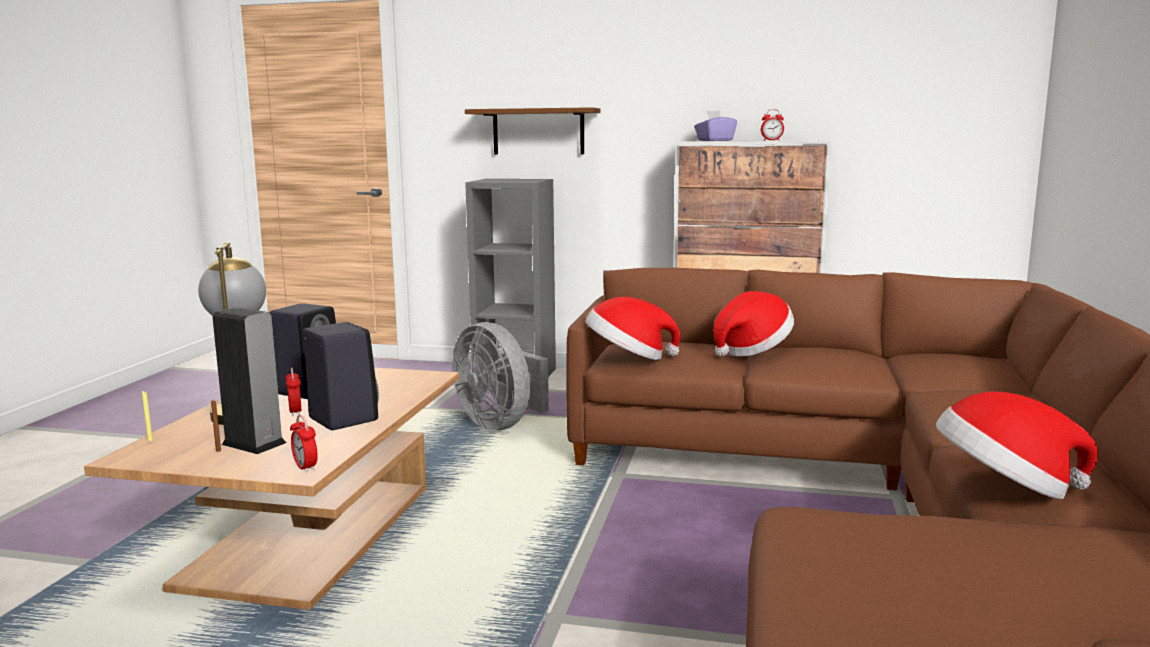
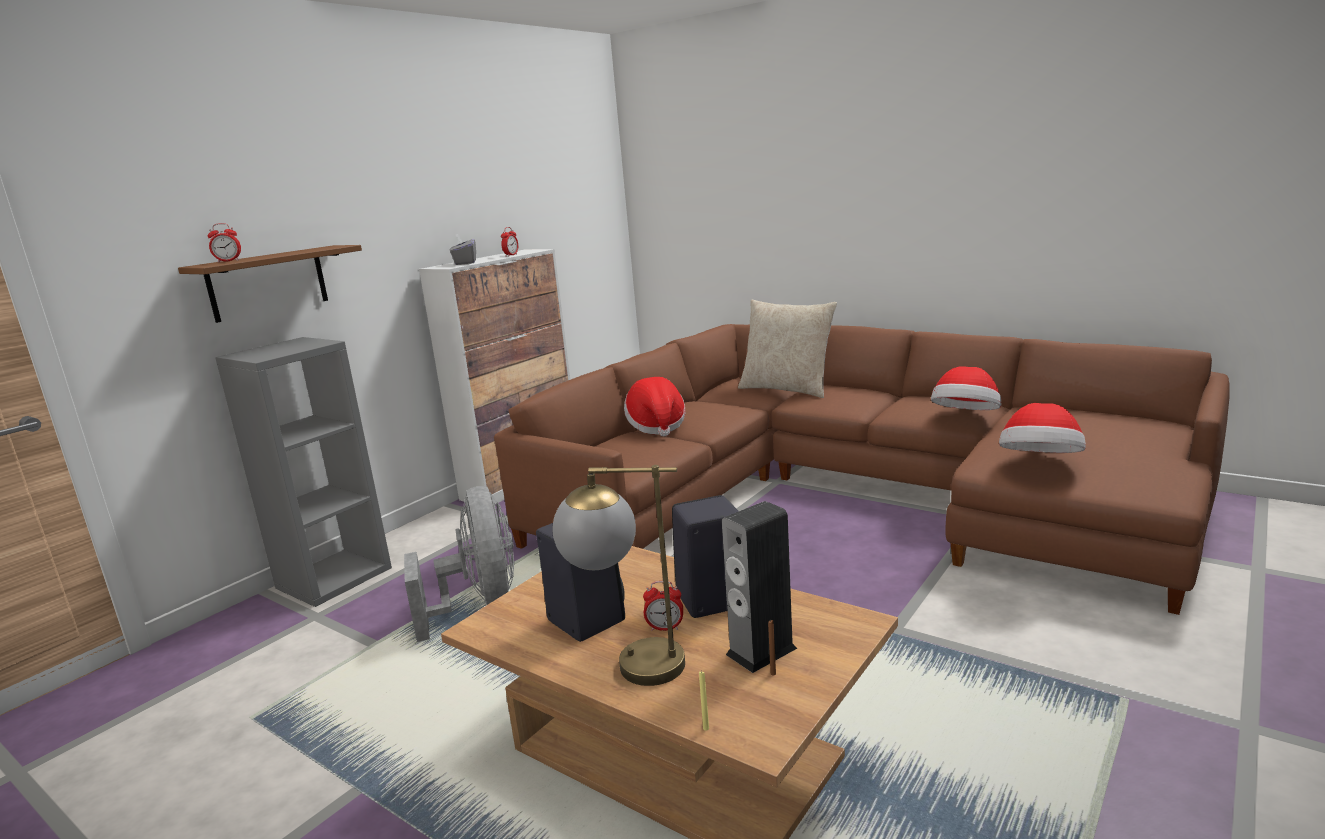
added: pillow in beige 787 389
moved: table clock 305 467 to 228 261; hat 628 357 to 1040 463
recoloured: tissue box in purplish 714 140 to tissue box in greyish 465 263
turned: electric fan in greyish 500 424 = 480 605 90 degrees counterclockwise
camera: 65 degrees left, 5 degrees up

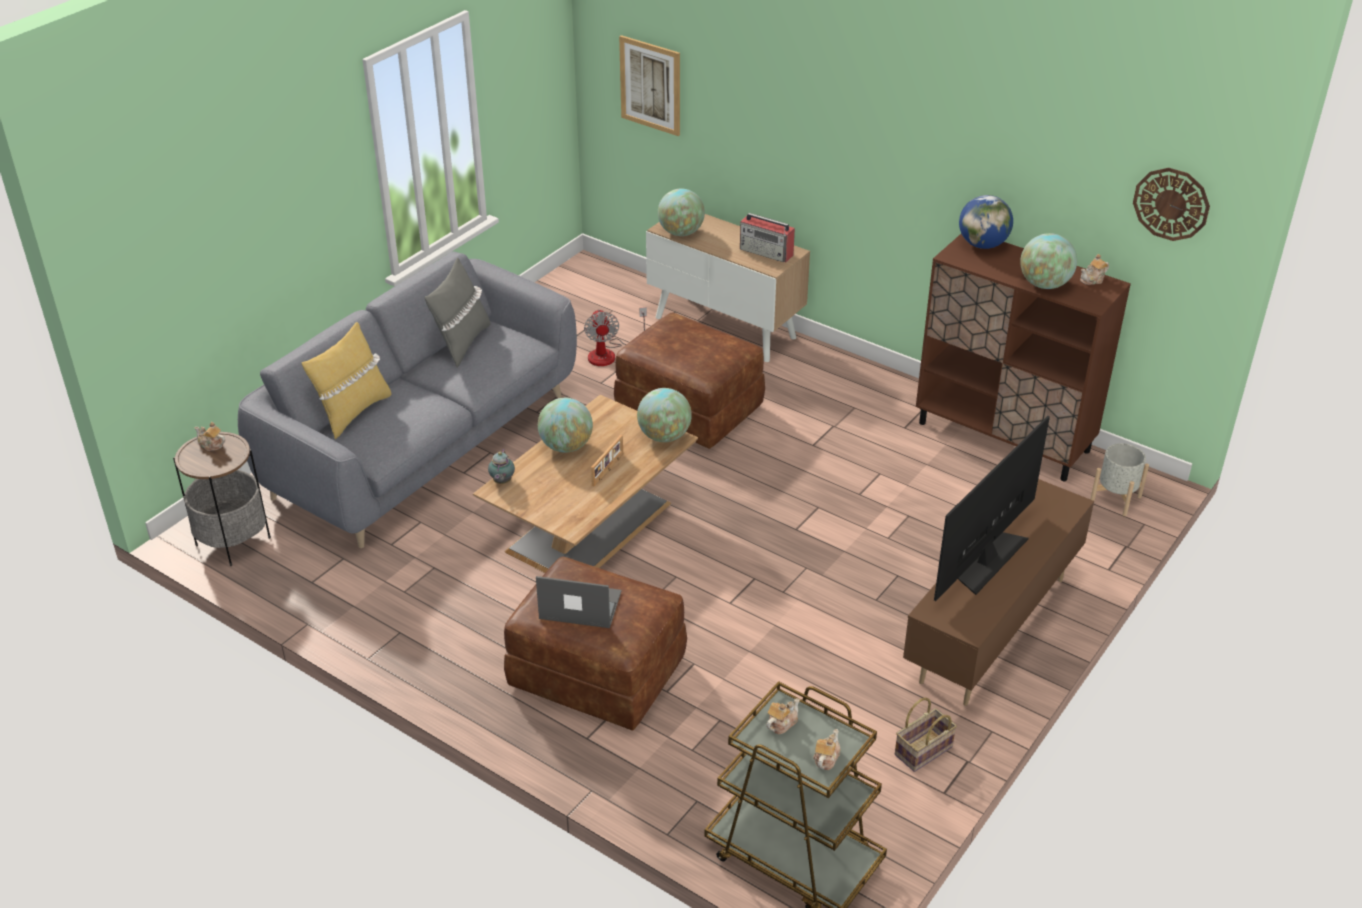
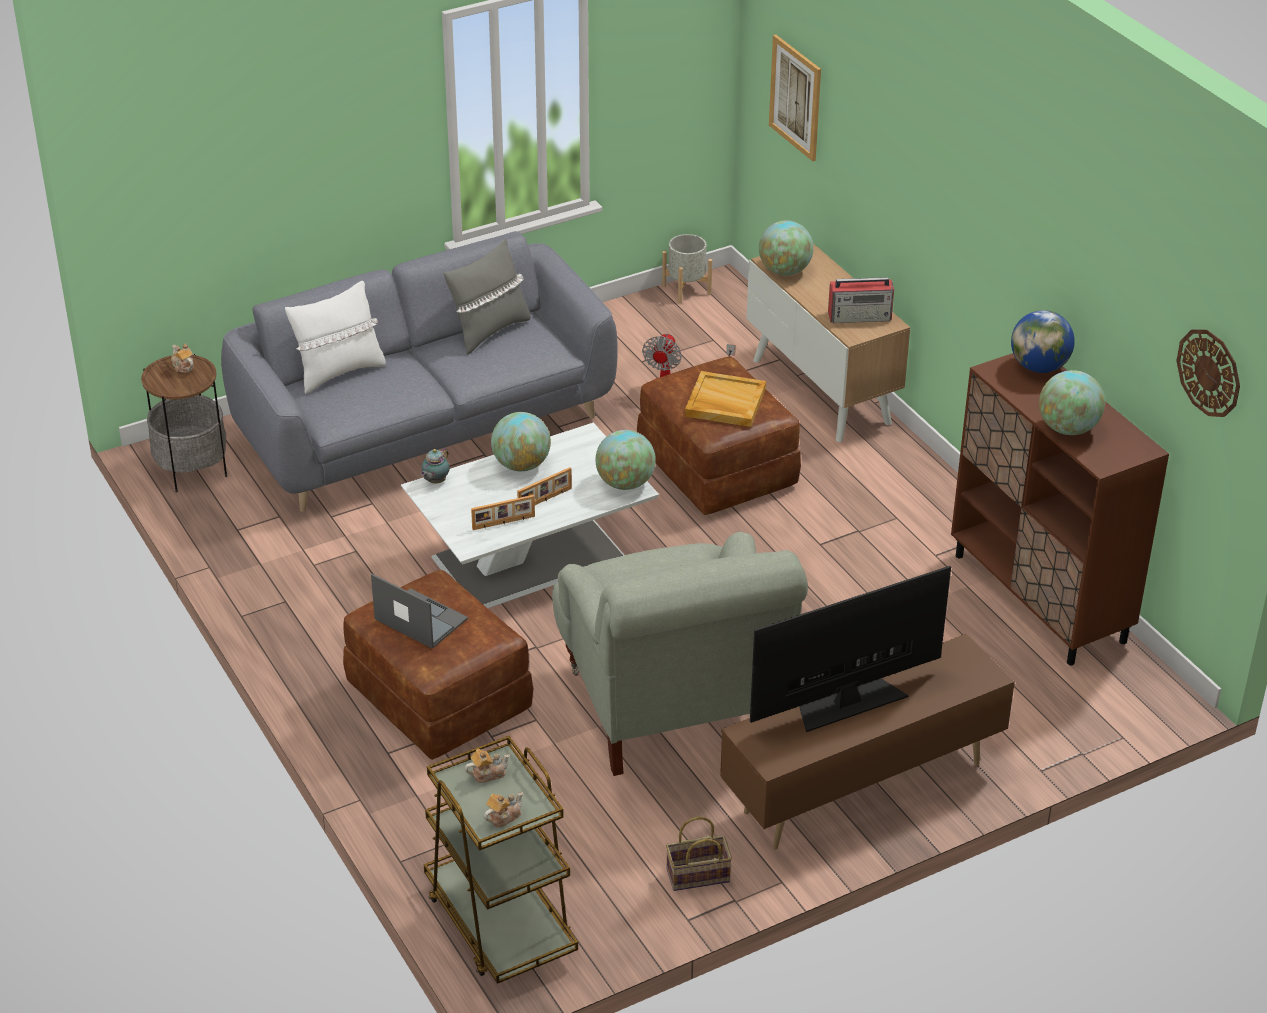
removed: pot for tea 1093 280
added: photo frame 504 523; armchair in greyish 672 707; tray in beige 724 402
moved: flower pot in greyish 1115 499 to 686 289
recoloured: pillow in yellow-coloured 353 412 to pillow in white-coloured 339 372; coffee table in brown-coloured 591 525 to coffee table in white-coloured 532 556
turned: radio 766 252 = 860 316 60 degrees counterclockwise
camera: 25 degrees right, 0 degrees up

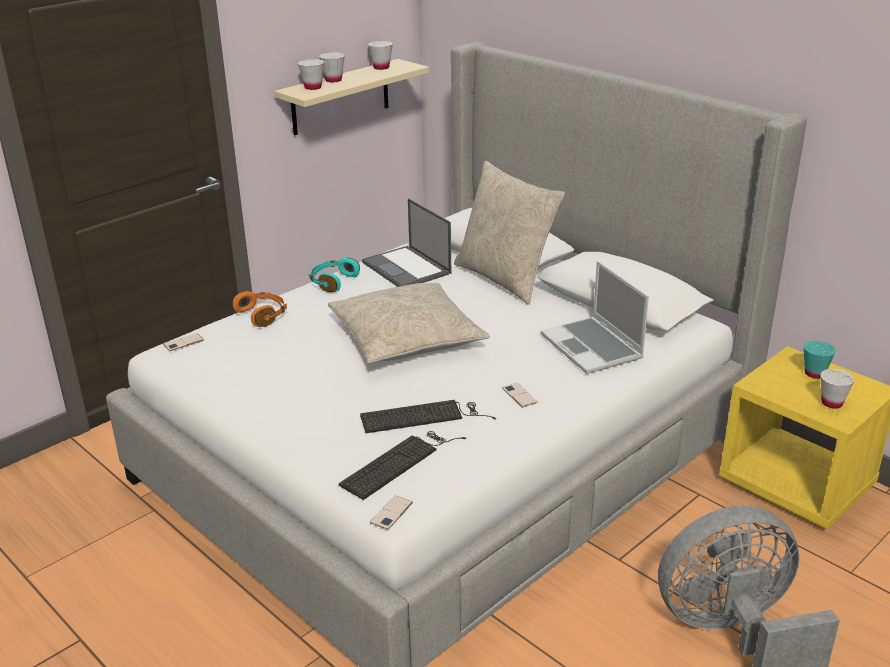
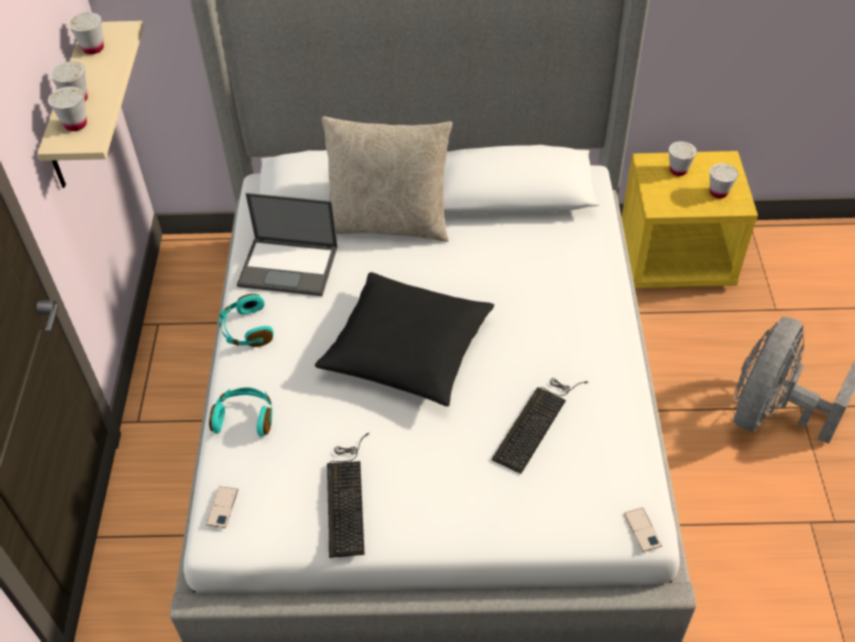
removed: handset 519 395; portable computer 593 347
moved: PC keyboard 400 462 to 347 496
recoloured: pair of headphones in orange-coloured 262 315 to pair of headphones in turquoise 245 418; pillow in beige 406 337 to pillow in blackish 407 349; small cup in turquoise 814 373 to small cup in white-coloured 678 170
camera: 45 degrees left, 20 degrees up

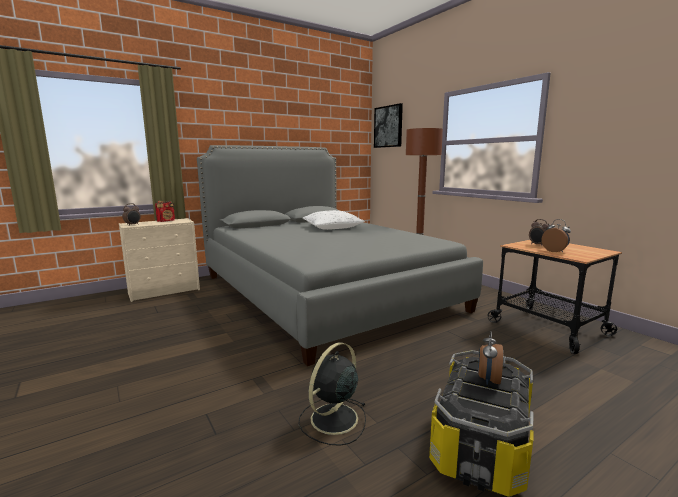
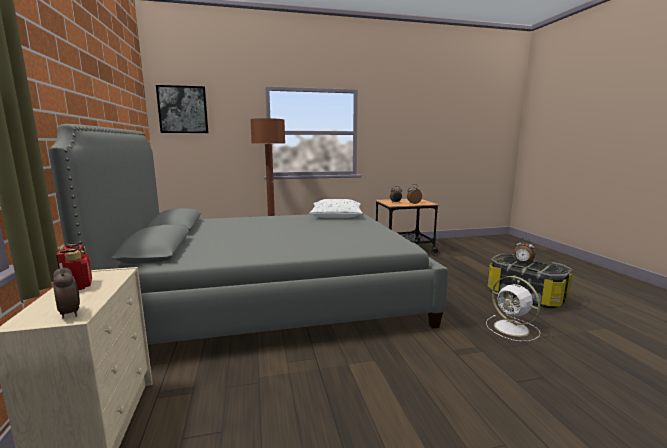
moved: pillow in white-coloured 332 227 to 336 215
recoloured: electric fan in blackish 333 420 to electric fan in white-coloured 513 329
camera: 70 degrees left, 0 degrees up

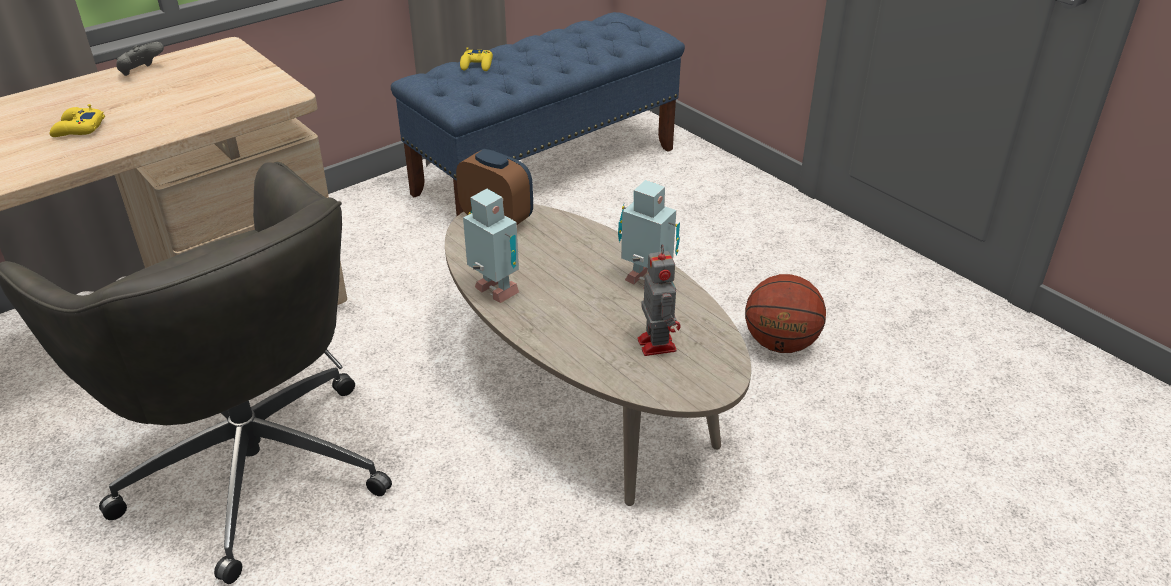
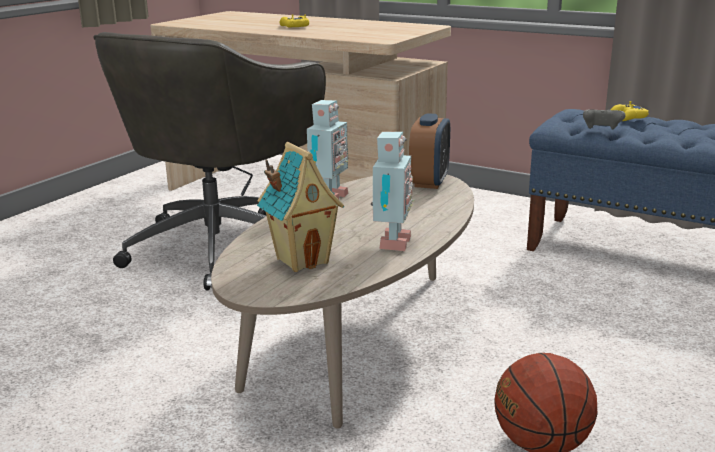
moved: gamepad in greyish 141 72 to 601 130
replaced: robot figure 656 343 to toy house 302 260
camera: 70 degrees right, 15 degrees down

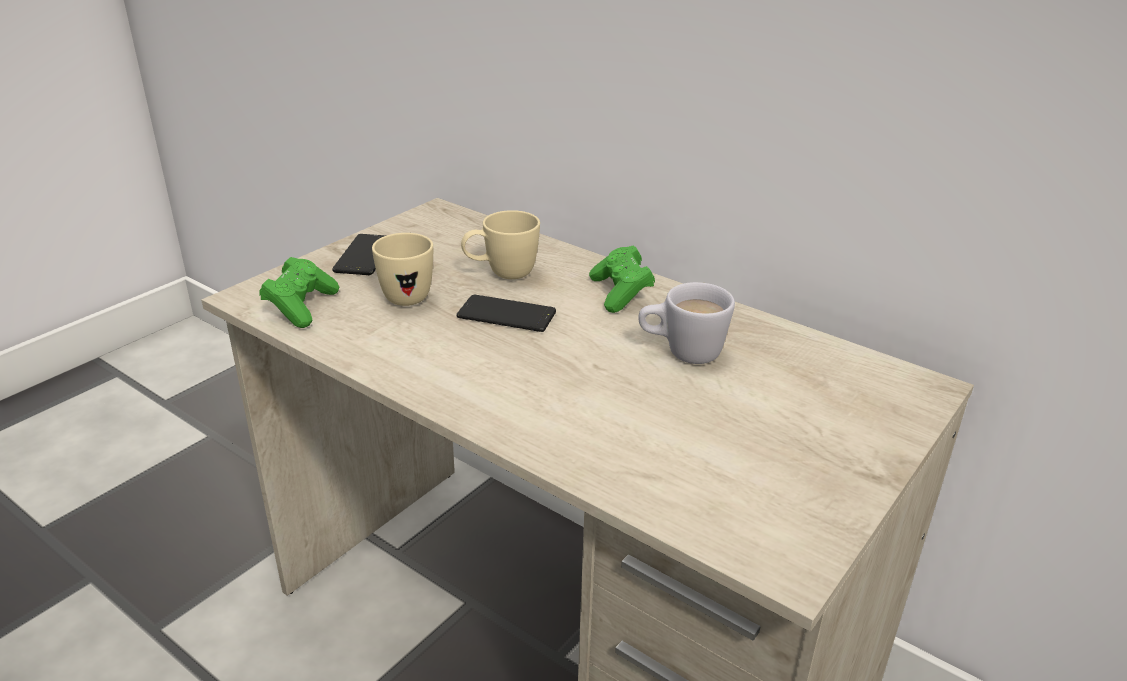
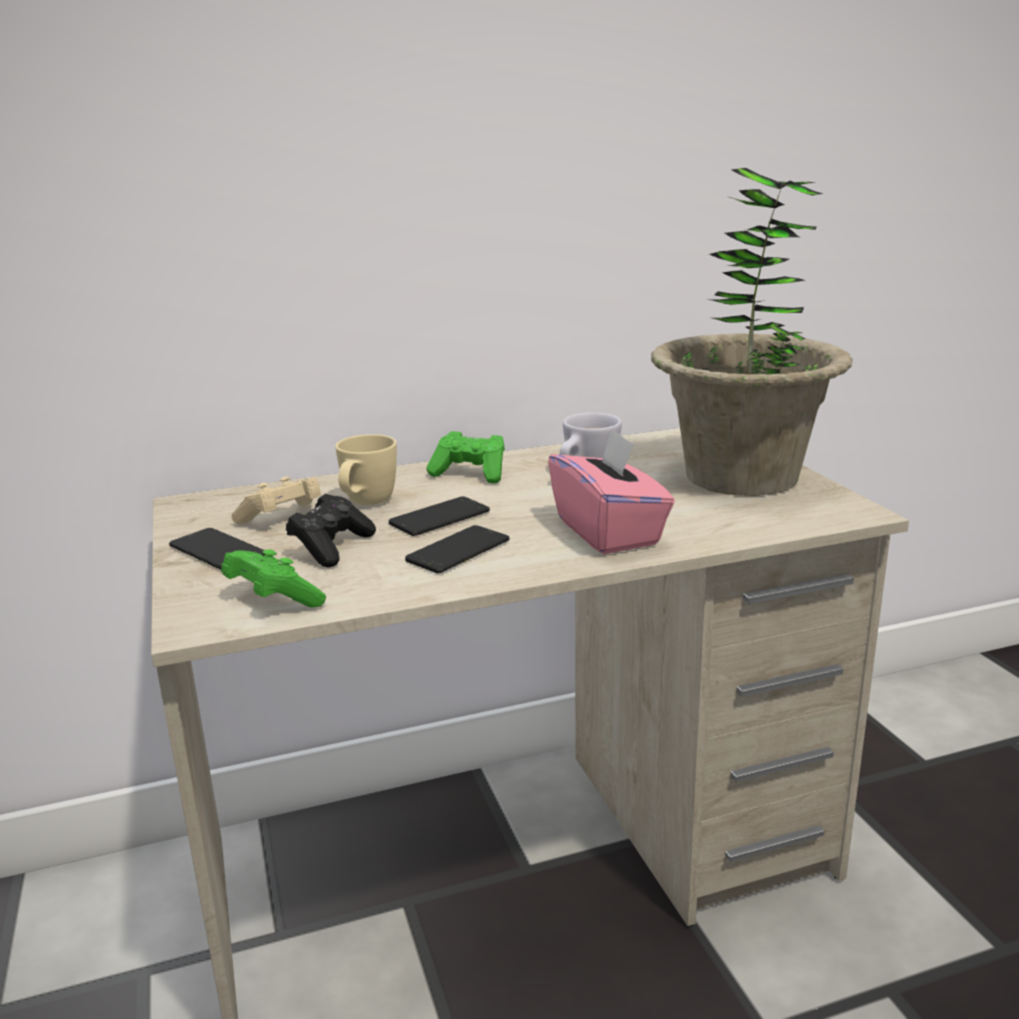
added: gamepad in beige 282 518; handset 458 550; tissue box in pink-coloured 609 532; potted plant 741 477
replaced: coffee mug in beige 406 293 to gamepad in blackish 332 547
camera: 55 degrees left, 10 degrees down

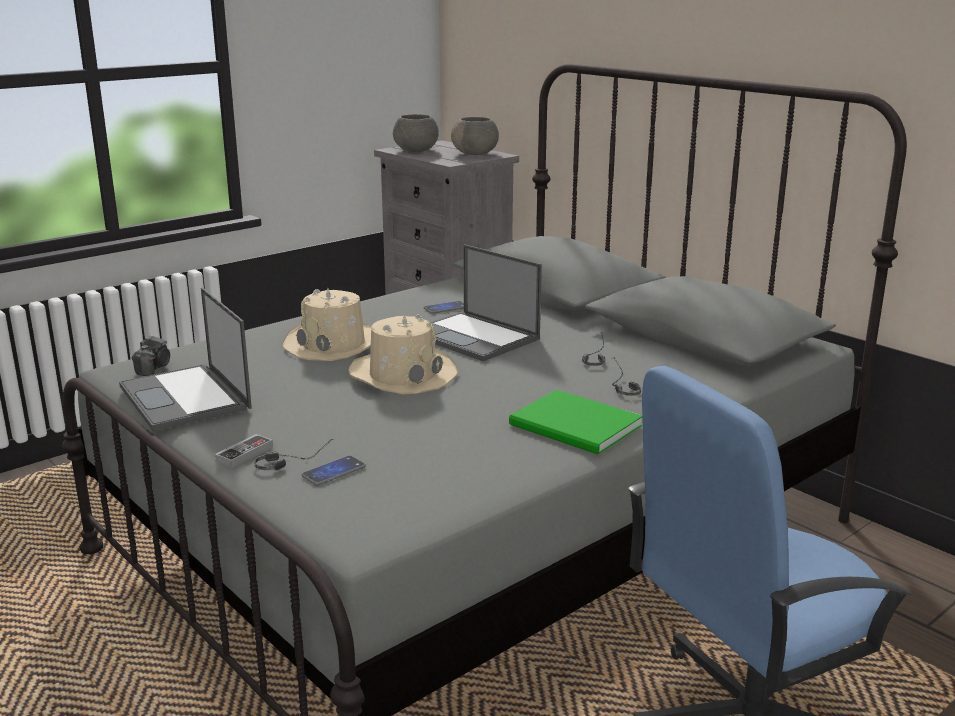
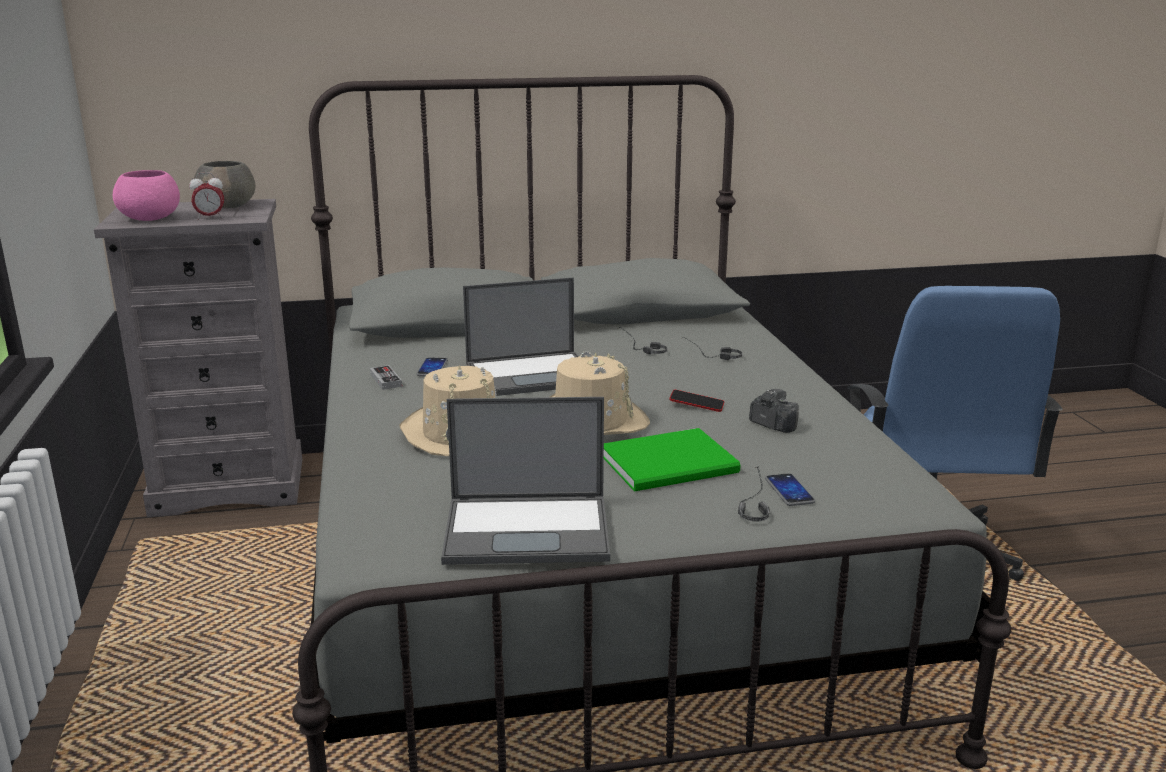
added: table clock 210 218; handset 696 404
moved: still camera 153 368 to 773 425; gamepad 244 454 to 386 380; book in green-coloured 576 427 to 673 464
recoloured: deep dish in greyish 416 150 to deep dish in pink-coloured 151 218
camera: 60 degrees left, 0 degrees up

